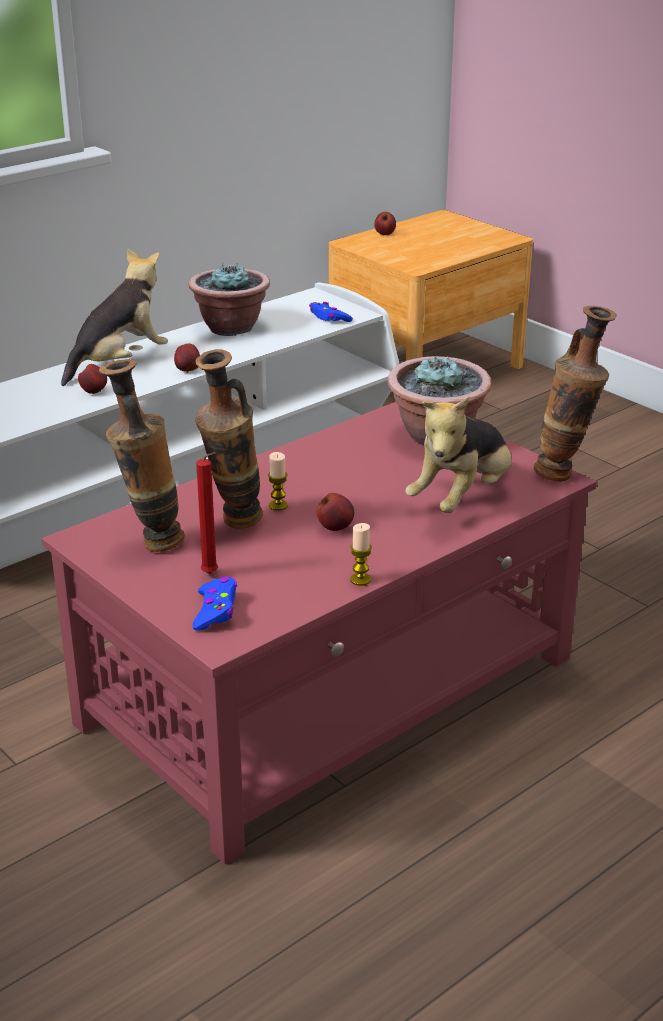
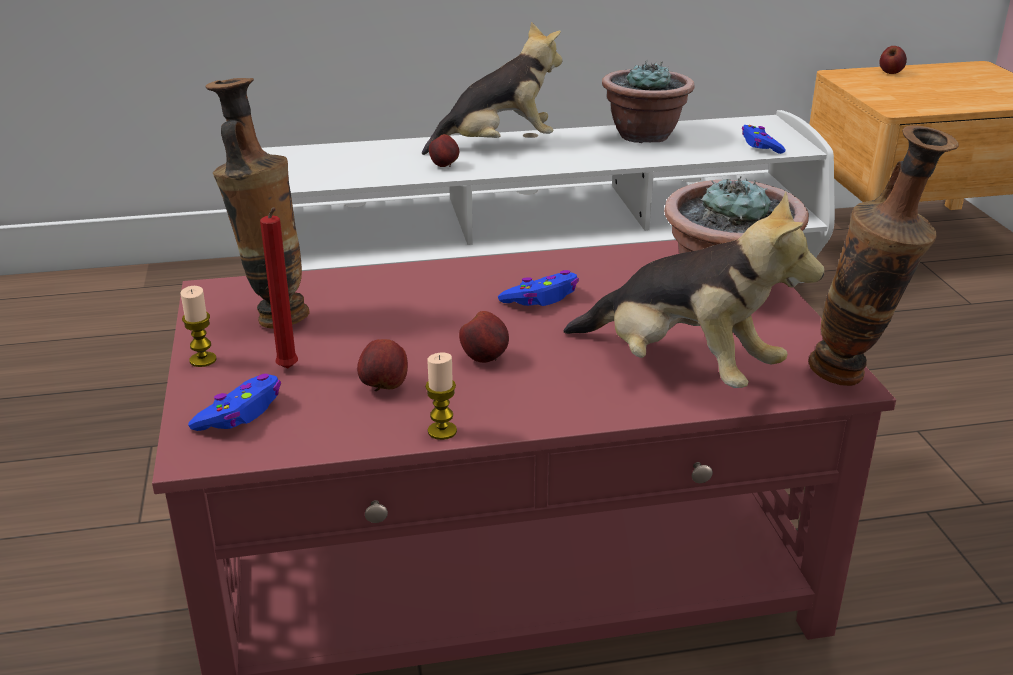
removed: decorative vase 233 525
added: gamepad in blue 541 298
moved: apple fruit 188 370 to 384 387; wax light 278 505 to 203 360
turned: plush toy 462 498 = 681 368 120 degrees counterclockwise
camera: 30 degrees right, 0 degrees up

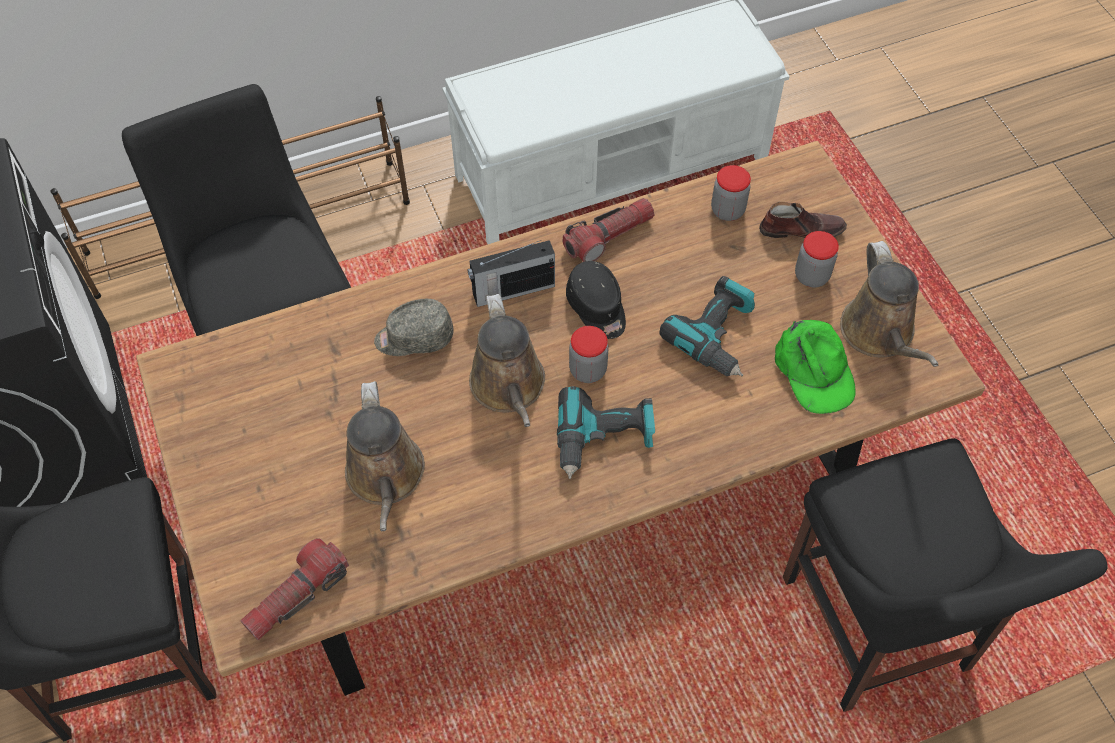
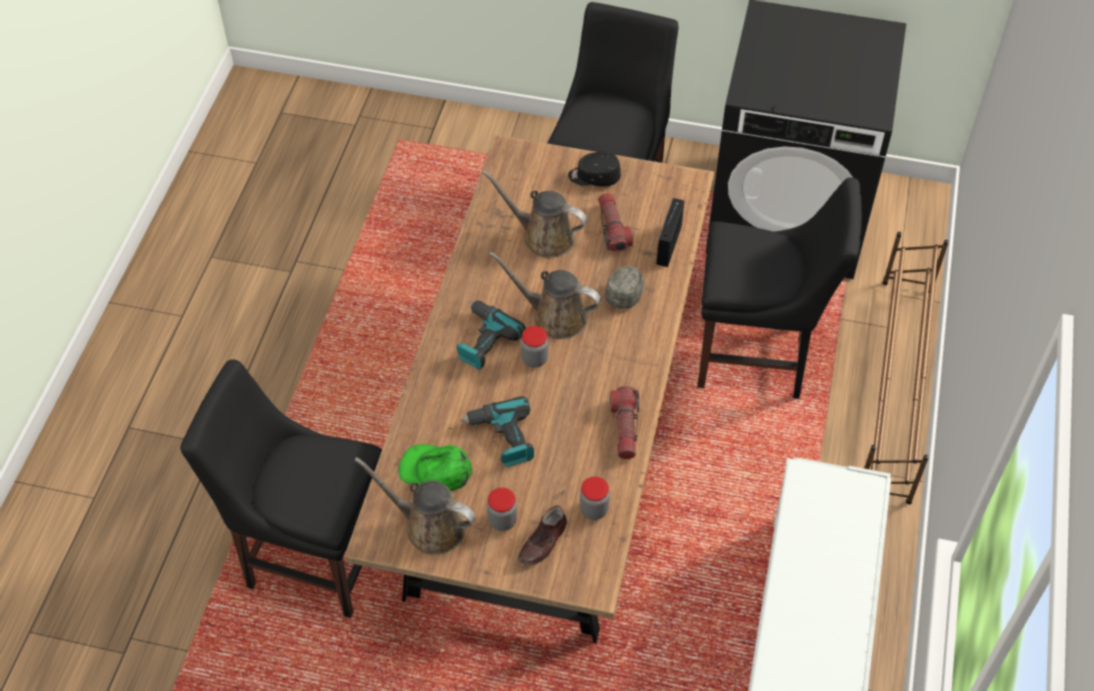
moved: torch 297 596 to 612 228; radio 512 290 to 669 244; baseball cap in blackish 597 309 to 594 177
camera: 125 degrees right, 5 degrees down

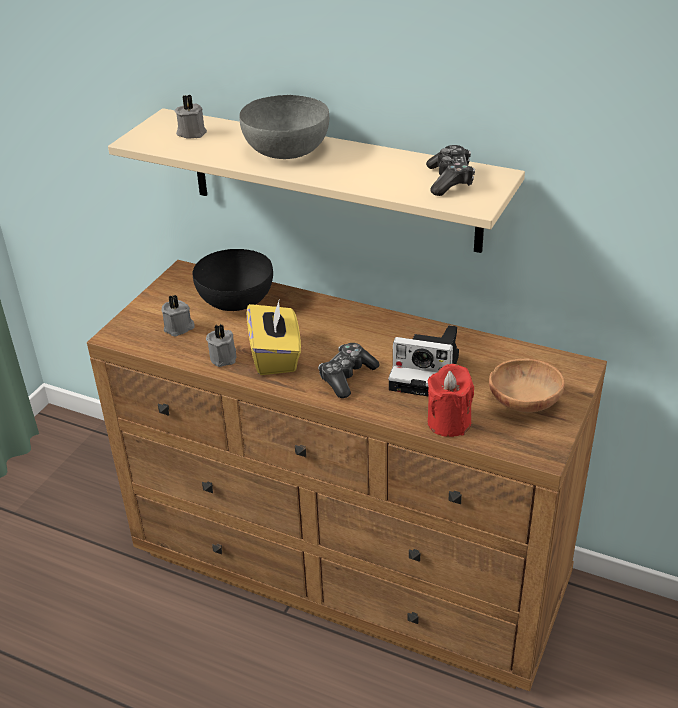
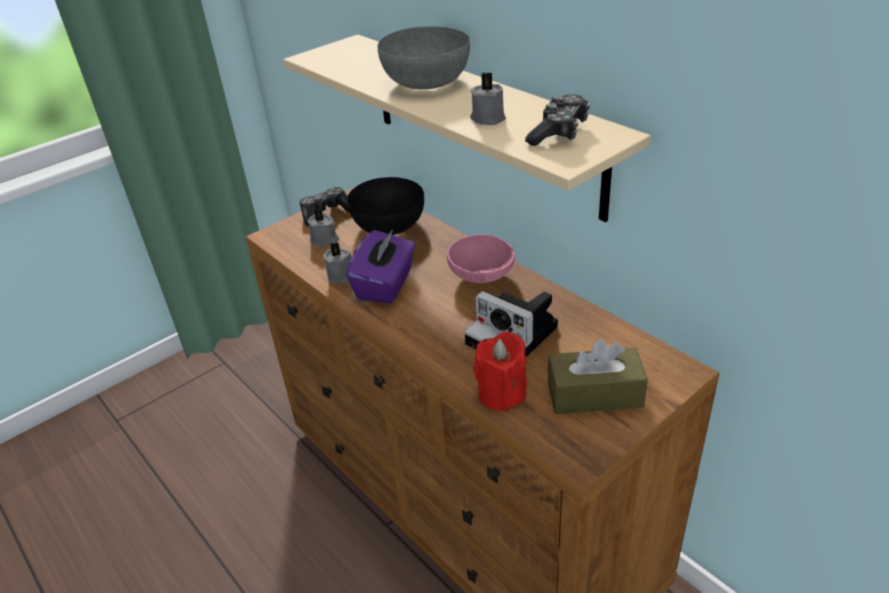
added: deep dish in pink-coloured 482 277
moved: wax light in greyish 191 132 to 488 118; gamepad 347 377 to 326 213
replaced: deep dish in brown-coloured 523 403 to tissue box in brown-coloured 594 394
recoloured: tissue box in yellow-coloured 275 356 to tissue box in purplish 386 285
camera: 25 degrees right, 0 degrees up

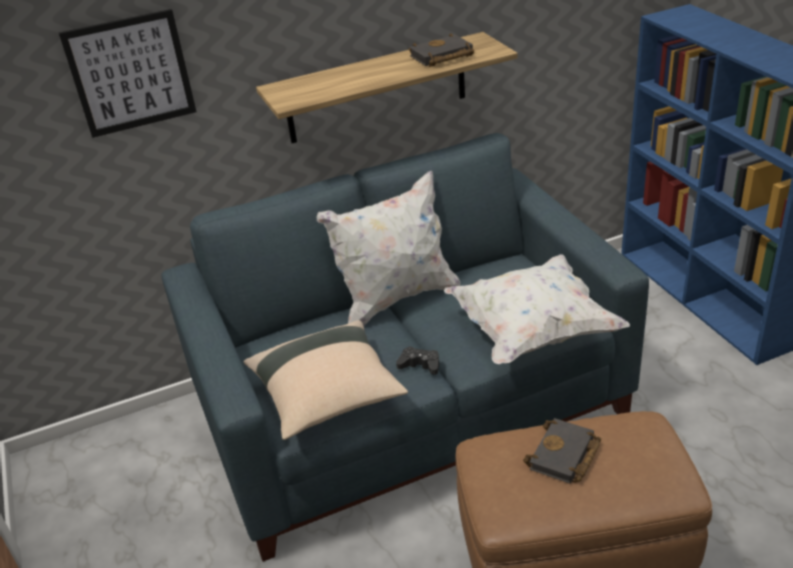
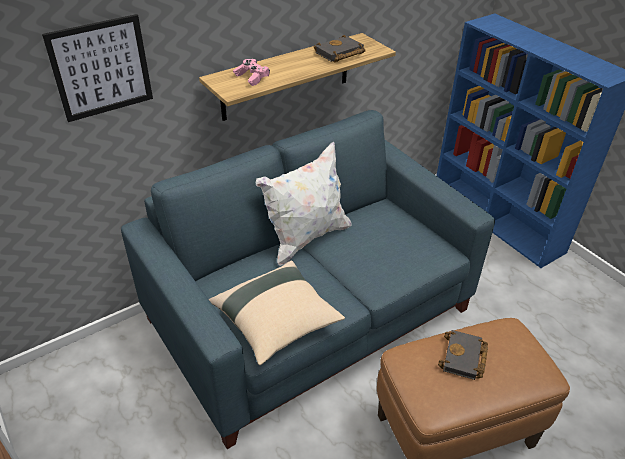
removed: gamepad in blackish 420 365; pillow in white-coloured 532 331
added: gamepad in pink-coloured 252 77
camera: 15 degrees left, 5 degrees up

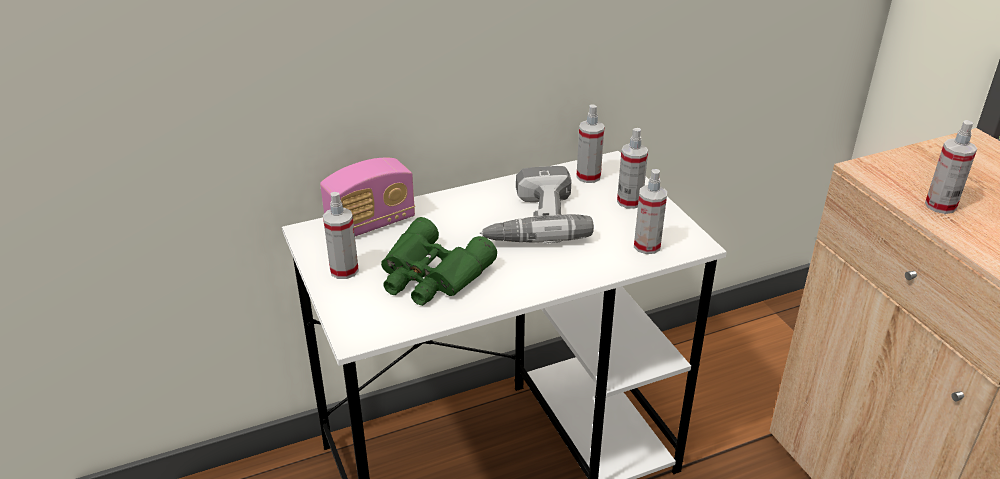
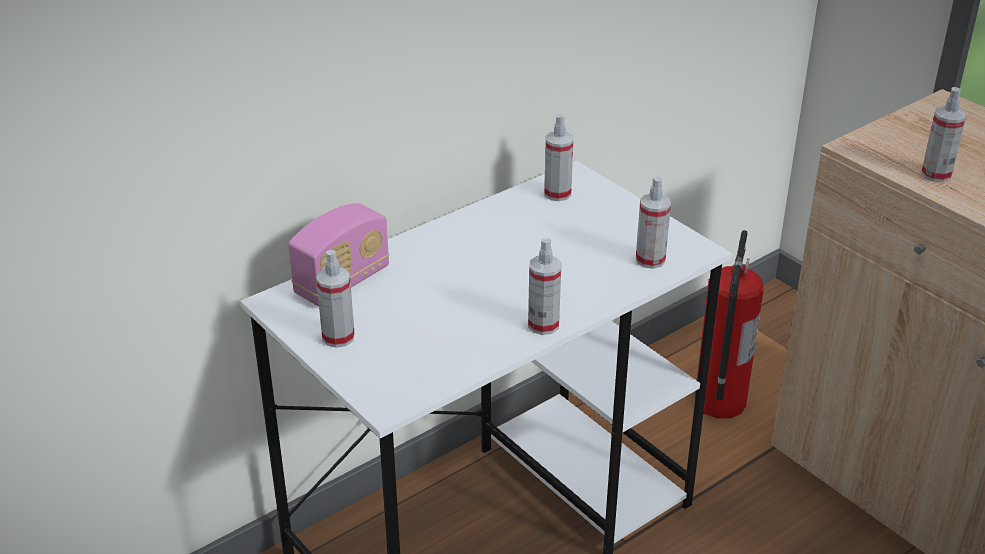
removed: field glasses in green-coloured 431 276; power drill 530 219
added: extinguisher 720 402
moved: spray bottle 629 201 to 543 325
camera: 15 degrees left, 0 degrees up

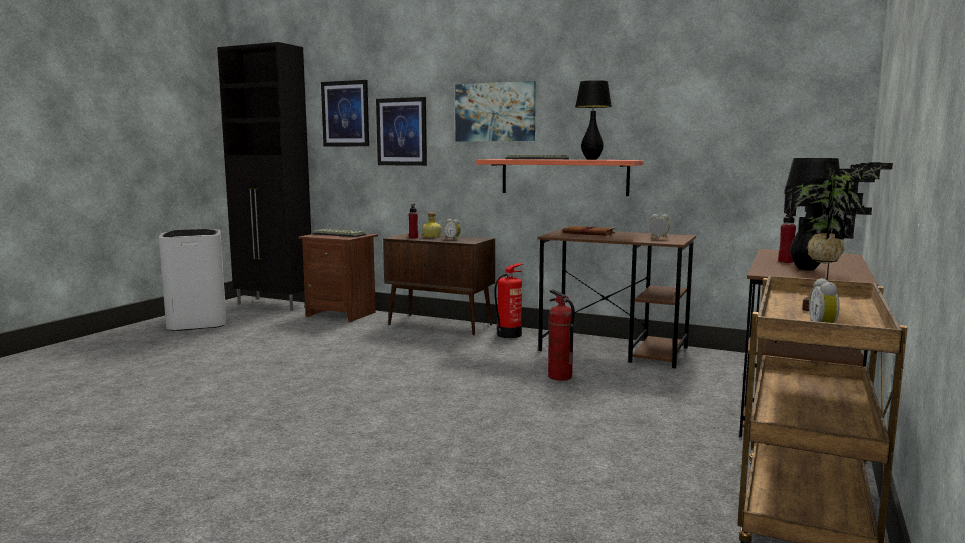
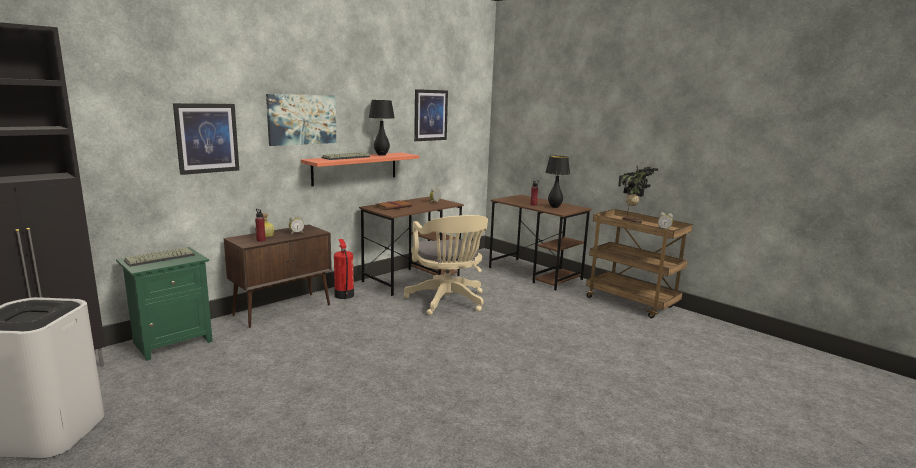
moved: picture 345 114 to 430 115
replaced: extinguisher 559 376 to desk chair in beige 447 302
recoloured: bedside table in brown-coloured 342 314 to bedside table in green-coloured 172 342
camera: 70 degrees left, 5 degrees up

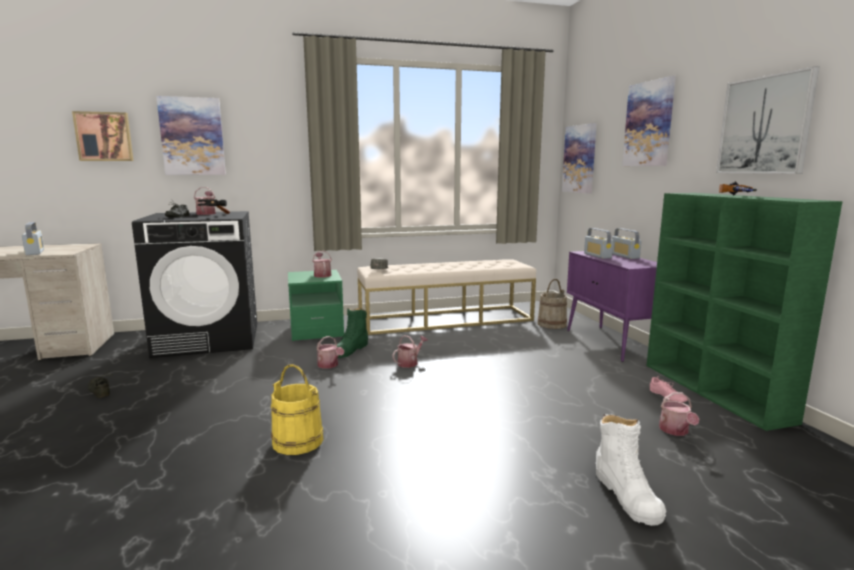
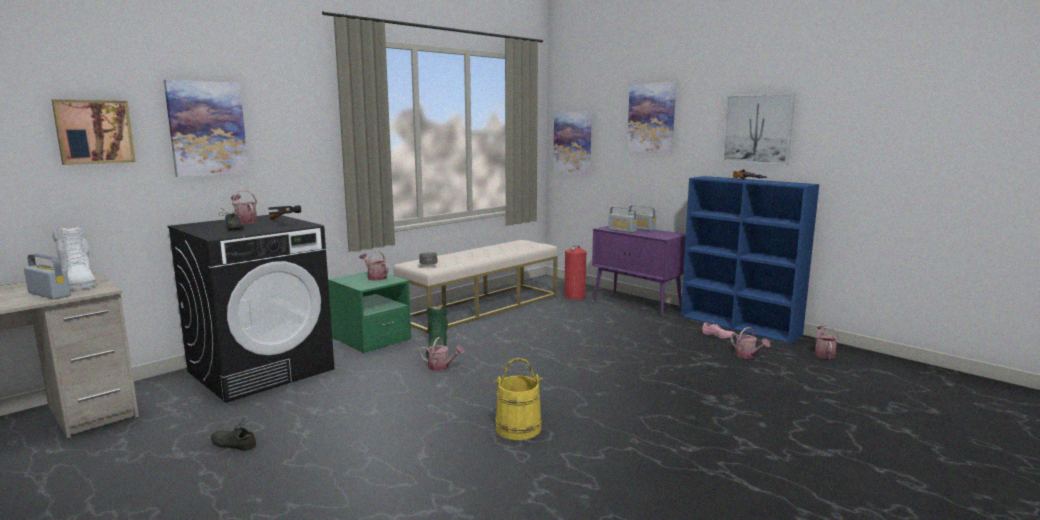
moved: sprinkling can 409 362 to 824 353; boot in white-coloured 627 495 to 78 283
replaced: bucket in beige 552 324 to extinguisher 575 296
recoloured: bookcase in green-coloured 715 392 to bookcase in blue 740 326
camera: 30 degrees left, 0 degrees up

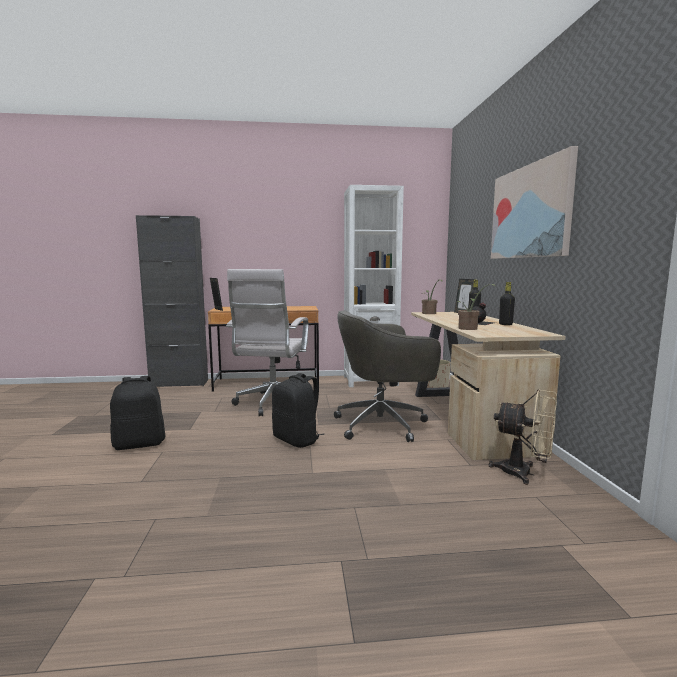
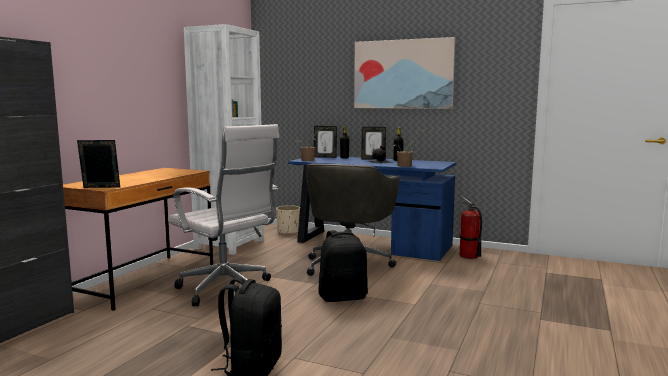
added: photo frame 373 159
replaced: electric fan in beige 524 473 to extinguisher 468 256
recoloured: desk table in beige 467 418 to desk table in blue 370 243
camera: 60 degrees left, 0 degrees up

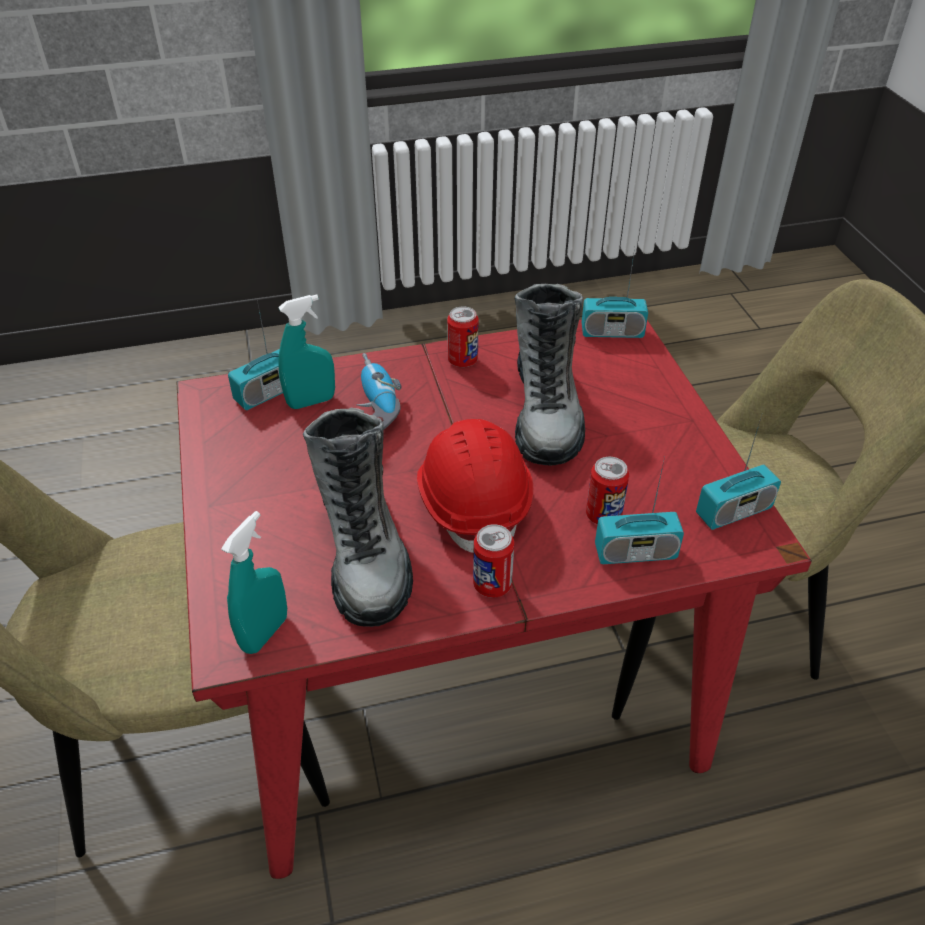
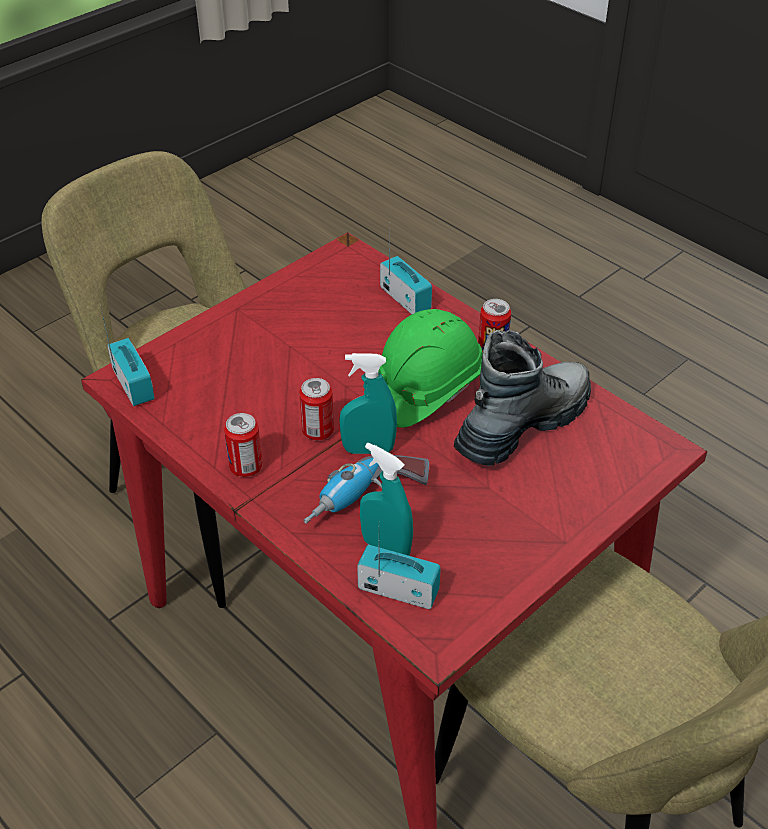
removed: boot 546 412; radio 733 511
moved: spray bottle in turquoise 265 633 to 368 449; metal can 603 515 to 318 431
recoloured: safety helmet in red 473 502 to safety helmet in green-coloured 424 388
camera: 120 degrees left, 0 degrees up

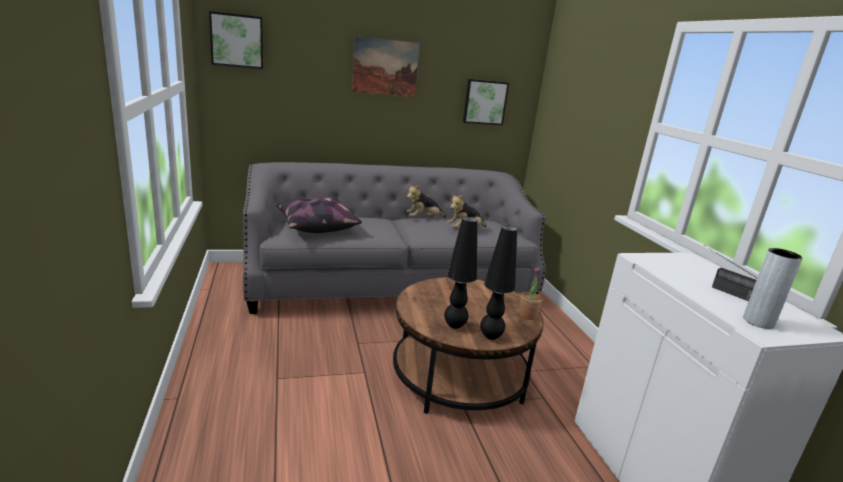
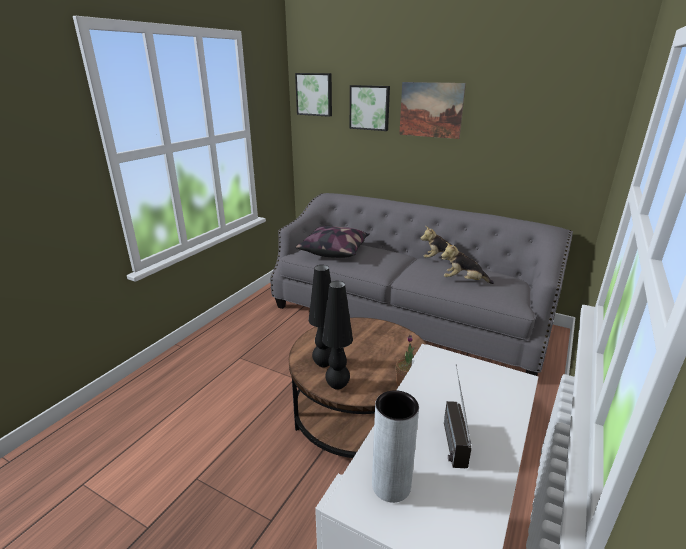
moved: picture 484 102 to 370 107
camera: 45 degrees right, 5 degrees up

